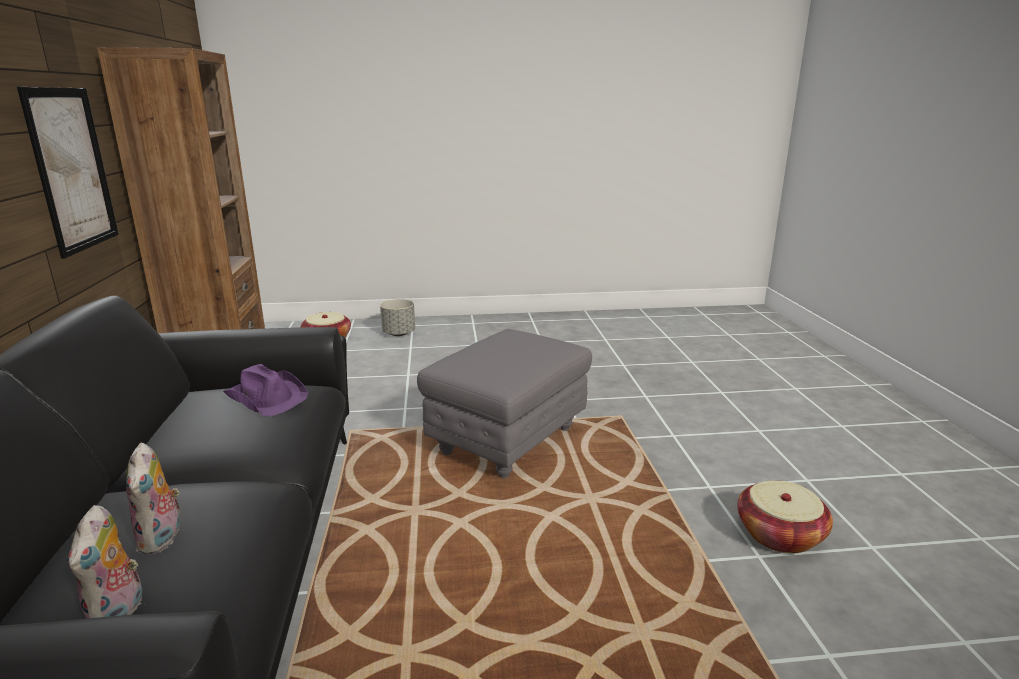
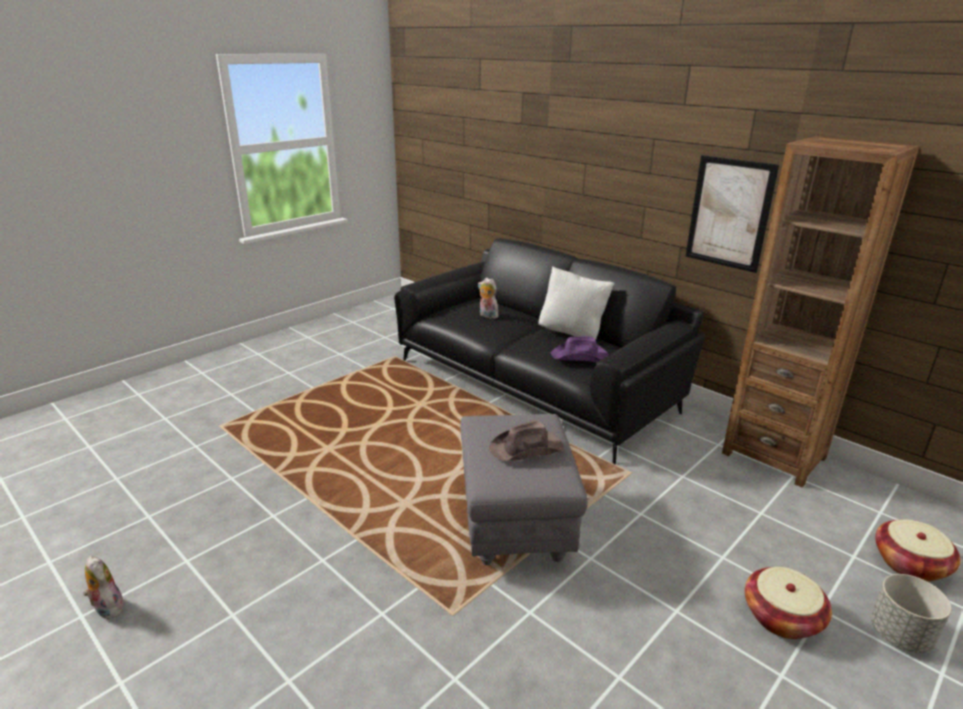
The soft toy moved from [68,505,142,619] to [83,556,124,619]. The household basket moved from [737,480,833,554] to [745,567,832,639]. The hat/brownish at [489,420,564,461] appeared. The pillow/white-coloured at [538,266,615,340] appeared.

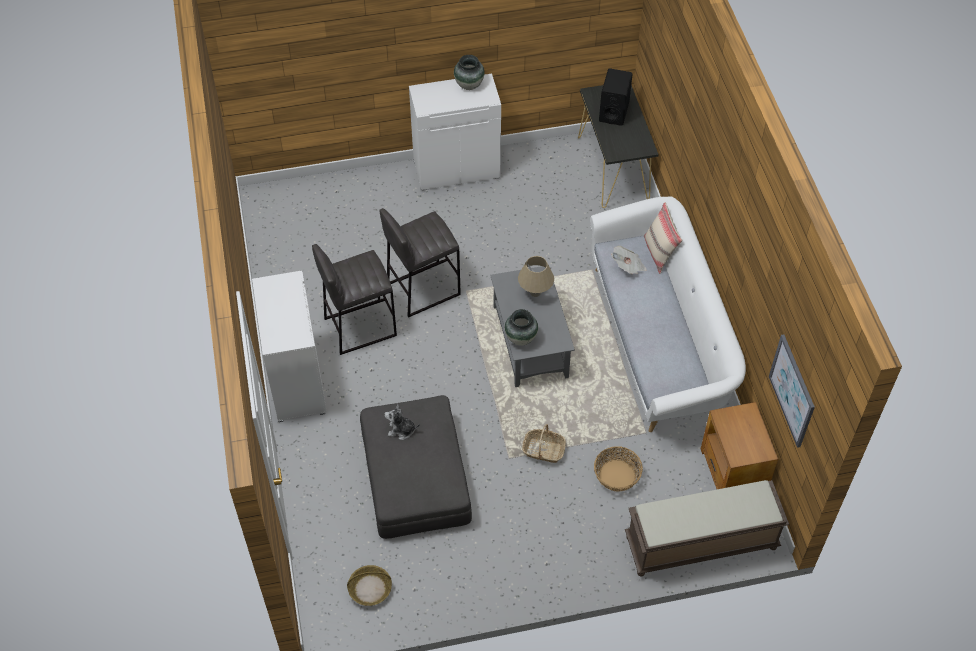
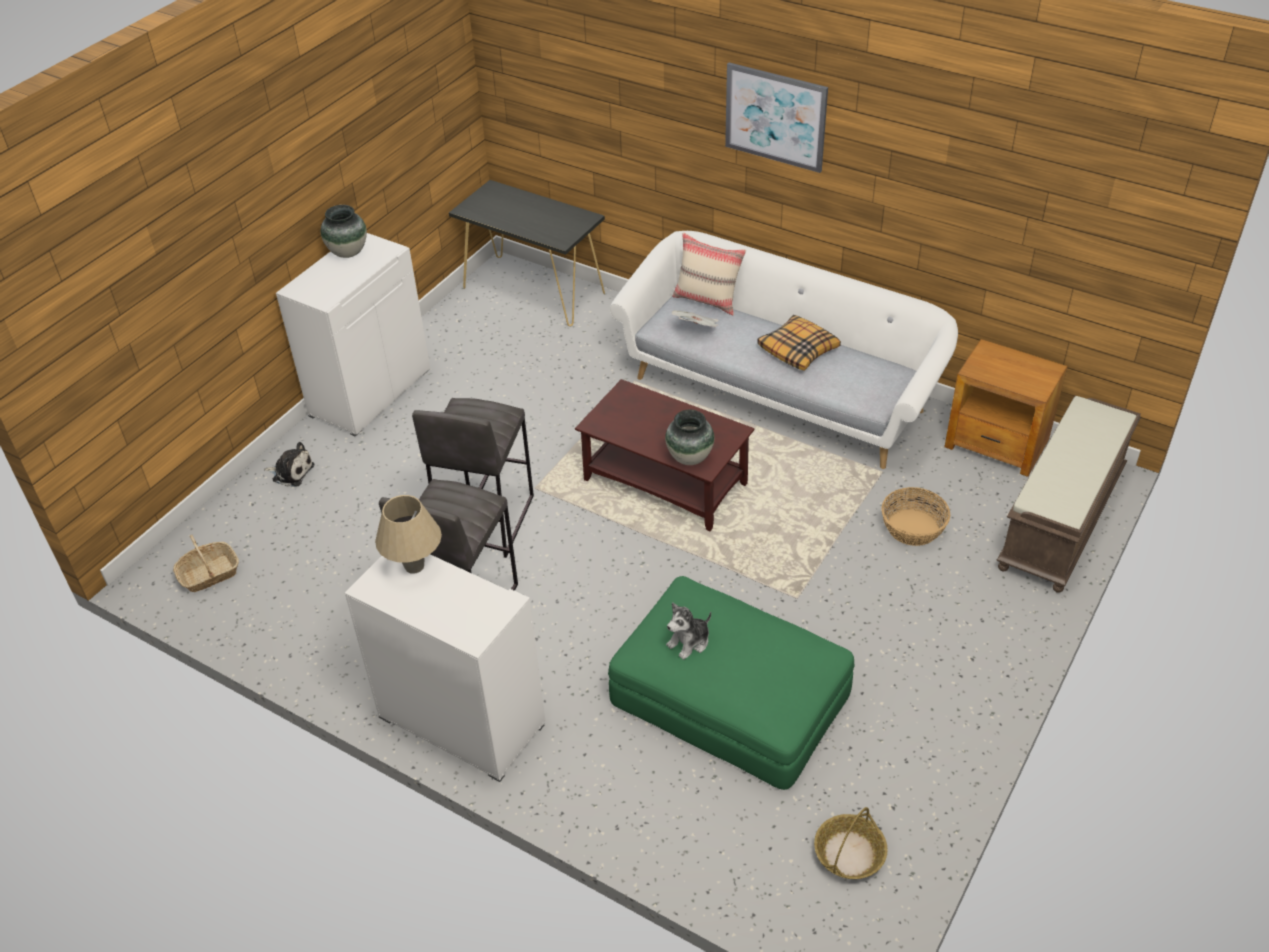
The footrest/greyish at [360,395,472,539] became the footrest/green at [608,576,855,790]. The low table/greyish at [490,266,575,387] became the low table/brownish at [575,379,754,531]. The table lamp/beige-coloured moved from [518,256,554,297] to [375,495,442,574]. The household basket moved from [522,424,566,463] to [173,535,239,592]. The audio speaker/black-coloured at [599,68,633,126] disappeared. The wall picture moved from [769,334,815,448] to [725,63,828,173]. The soft toy at [264,442,314,487] appeared. The pillow at [757,315,841,371] appeared.

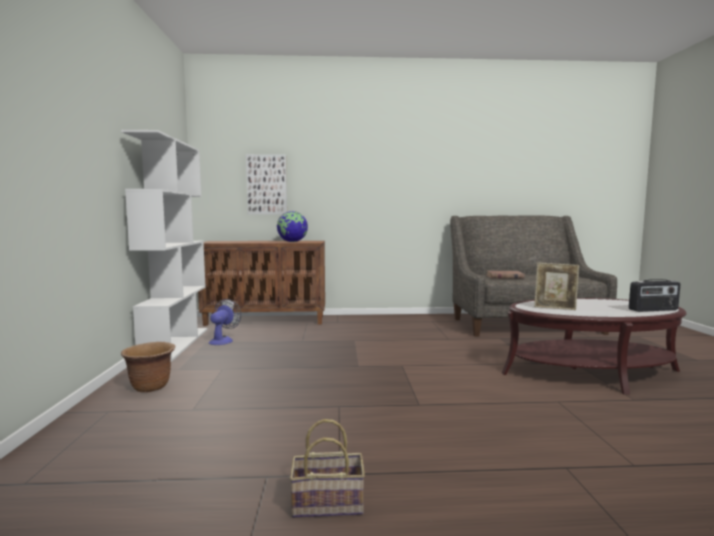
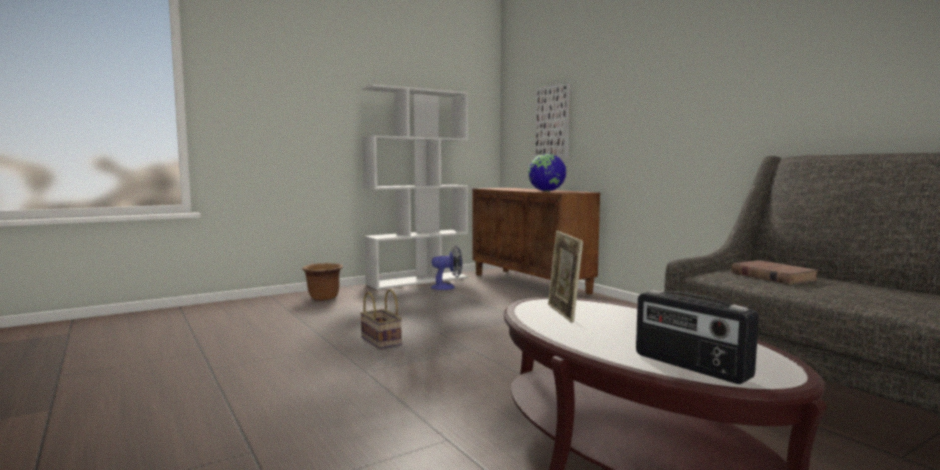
The household basket moved from [290,419,365,518] to [360,289,402,349].

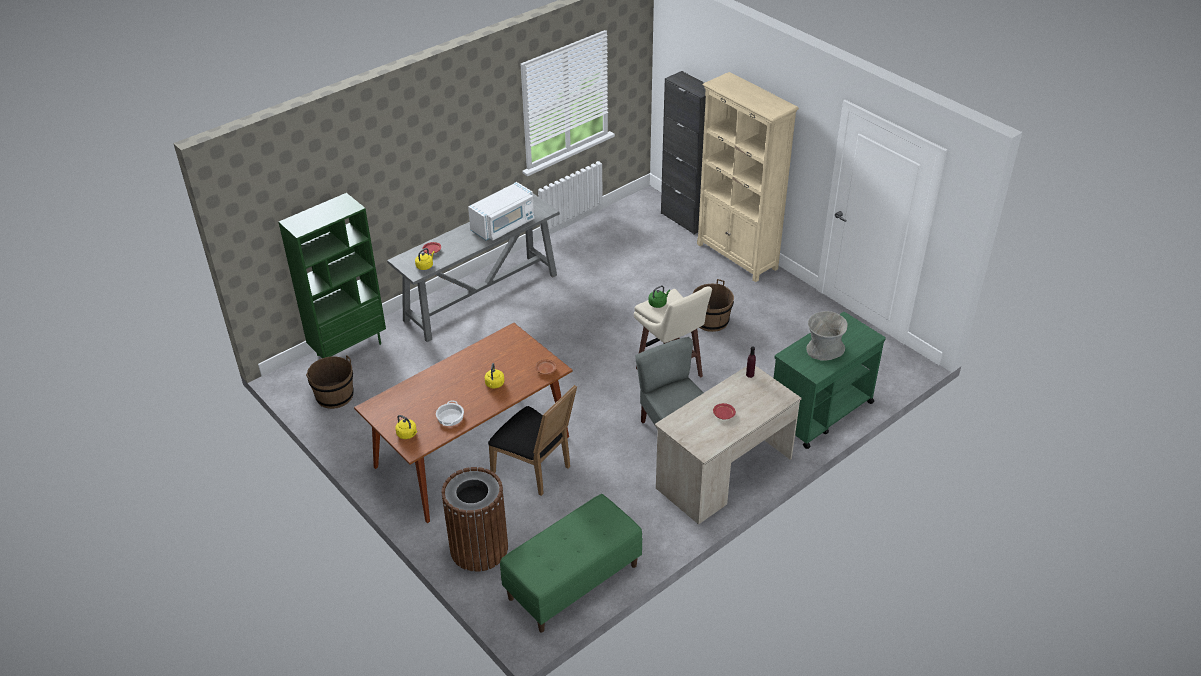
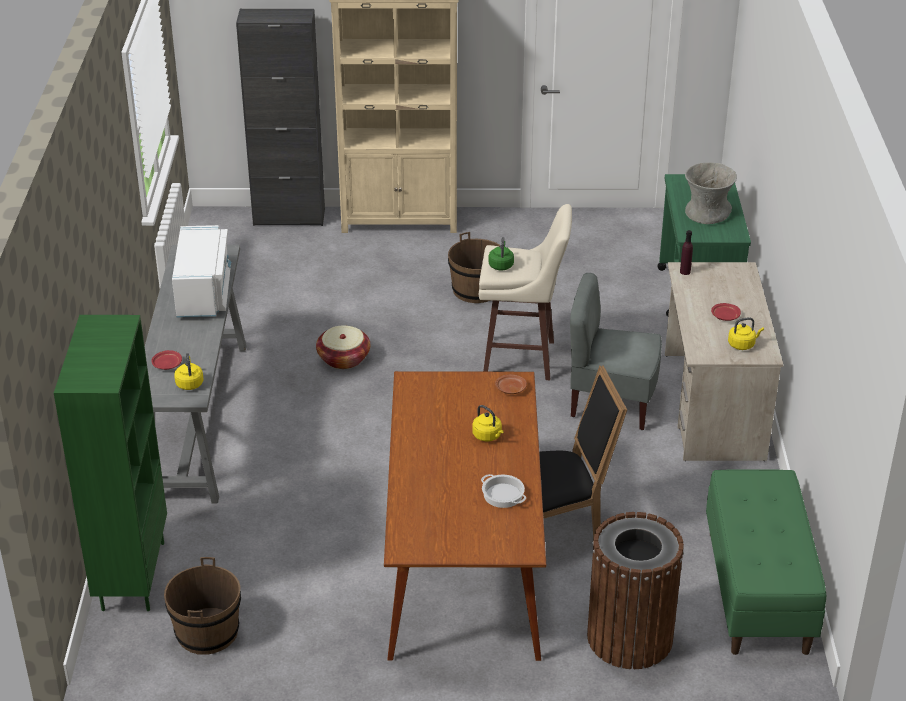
The tea kettle/yellowish moved from [395,415,417,439] to [728,317,764,350]. The household basket at [316,325,370,369] appeared.

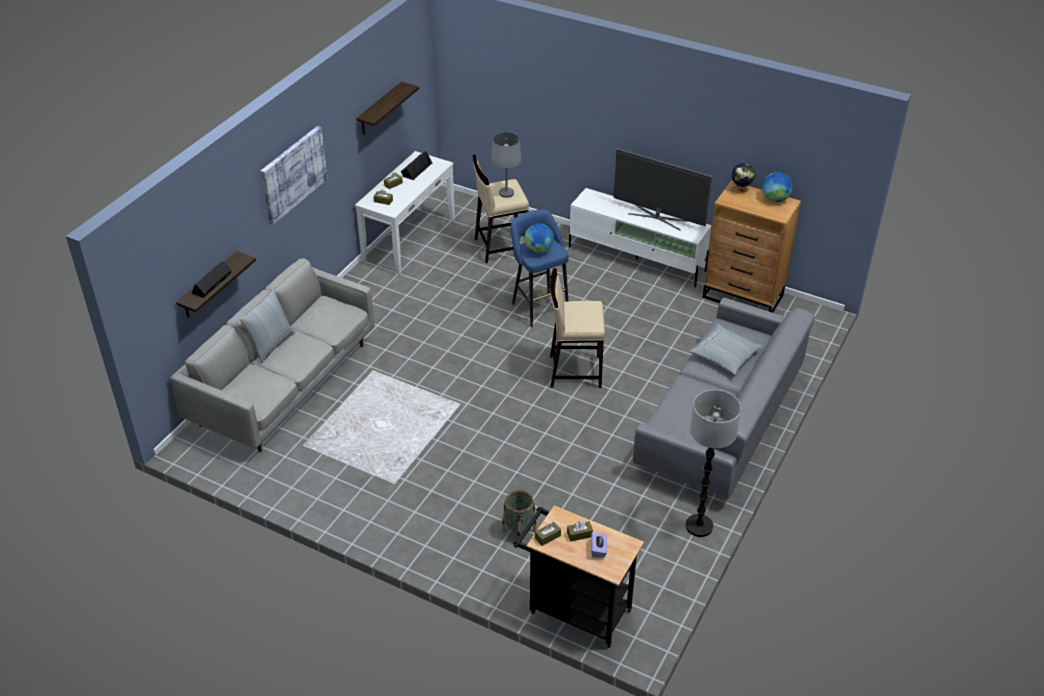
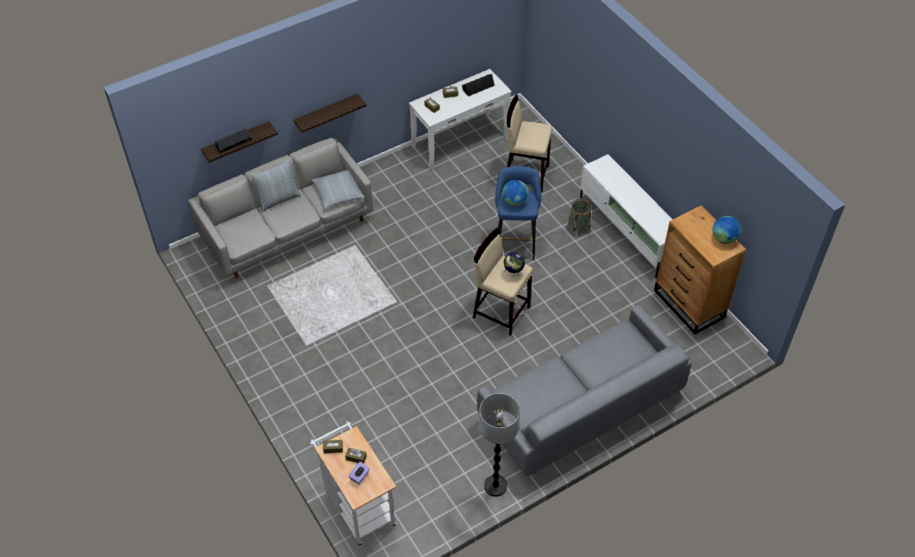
The wall picture at [261,126,328,225] disappeared. The wall shelf moved from [356,82,419,134] to [293,94,367,133]. The table lamp/greyish at [491,132,522,198] disappeared. The household basket moved from [502,490,537,540] to [568,199,592,236]. The wheeled cart/black-coloured at [513,505,644,648] became the wheeled cart/white-coloured at [310,421,397,546]. The TV at [613,148,712,231] disappeared. The pillow moved from [689,324,762,375] to [311,170,364,209]. The world globe moved from [731,163,755,192] to [504,252,525,276].

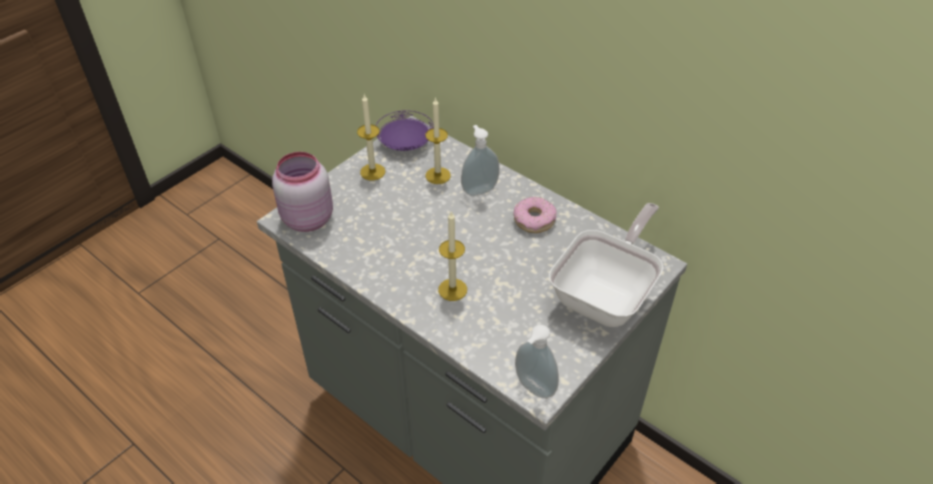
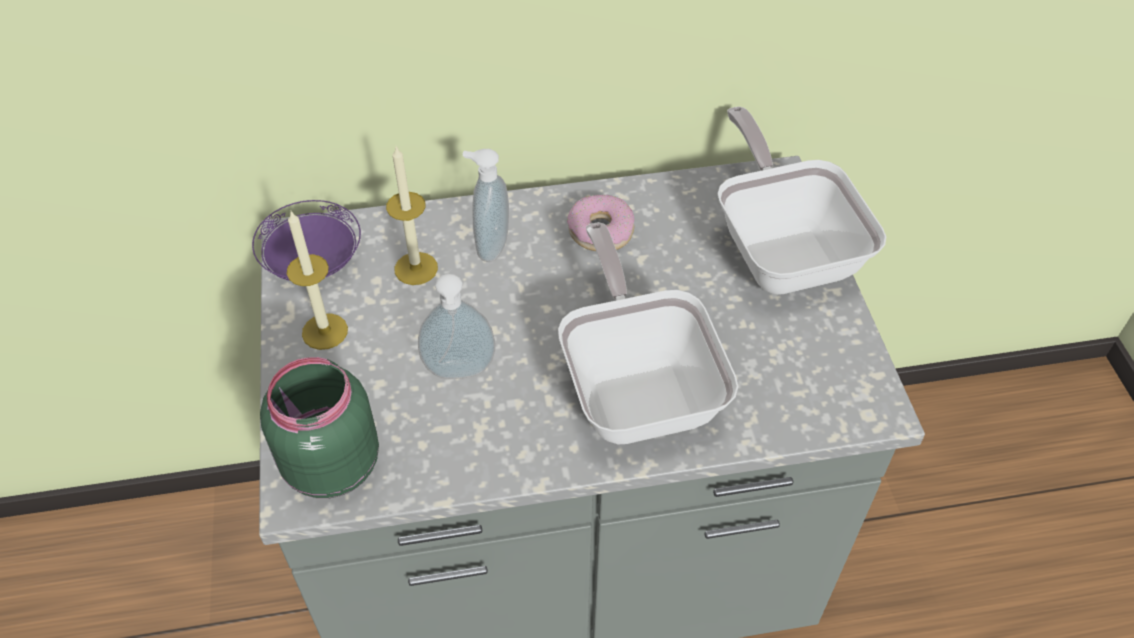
The preserve jar/pinkish at [272,152,333,232] became the preserve jar/green at [260,357,379,498]. The wax light at [438,211,467,301] was replaced by the frying pan at [558,222,738,444]. The soap dispenser moved from [515,325,559,399] to [418,274,495,379].

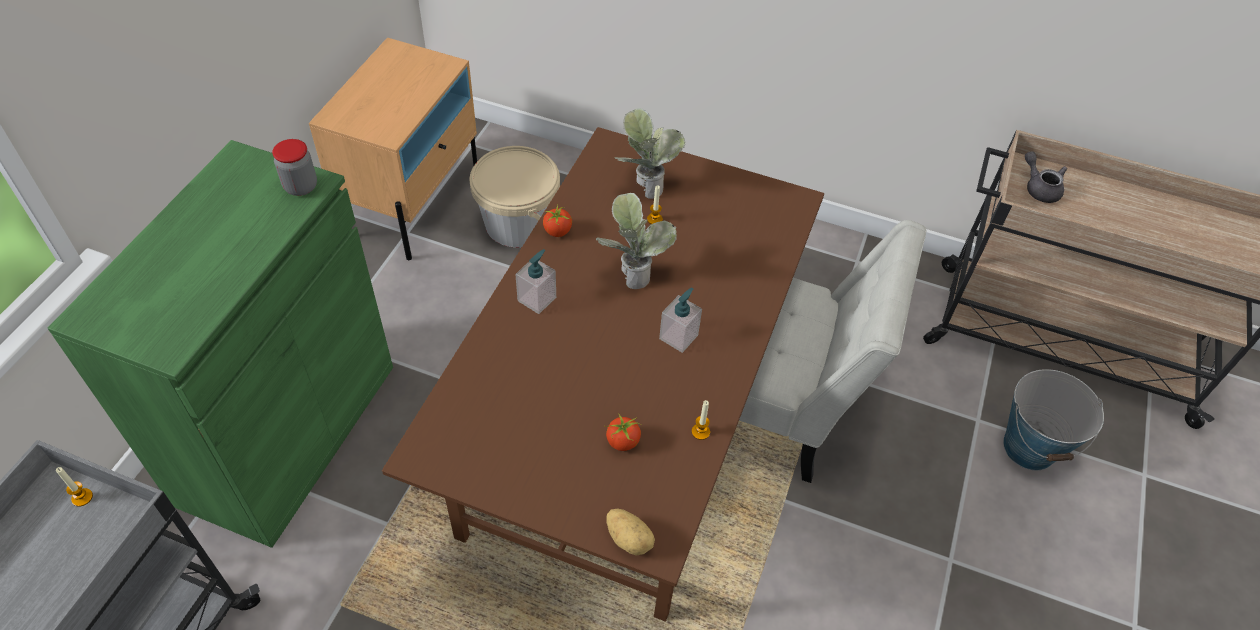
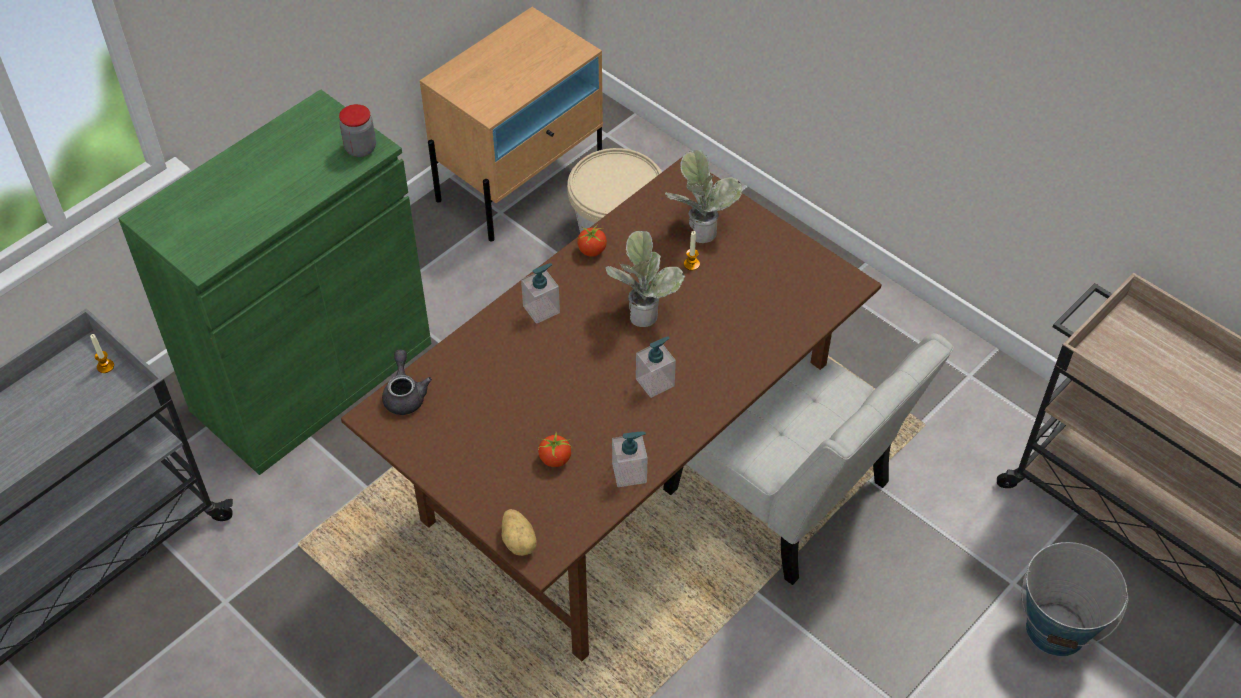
The wax light at [692,400,710,440] was replaced by the soap dispenser at [612,432,648,487]. The pot for tea/greyish moved from [1025,152,1067,203] to [382,349,432,415].

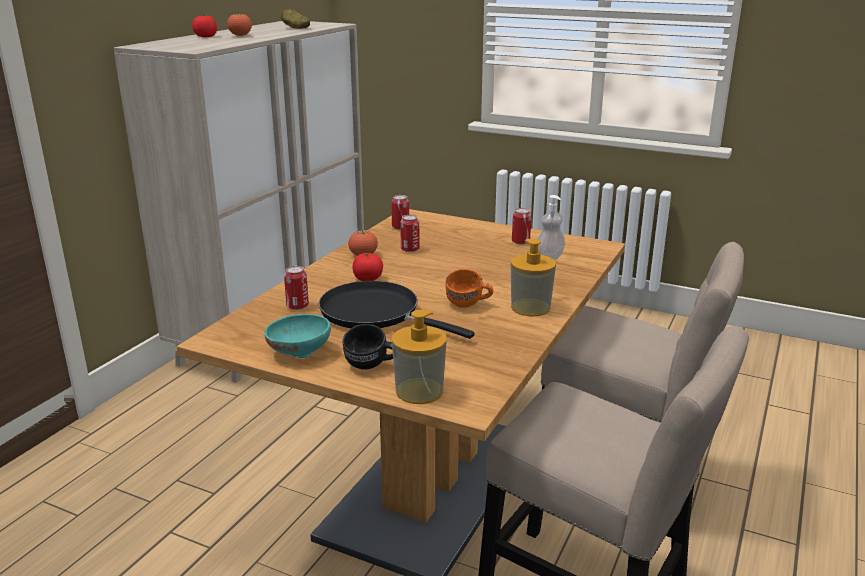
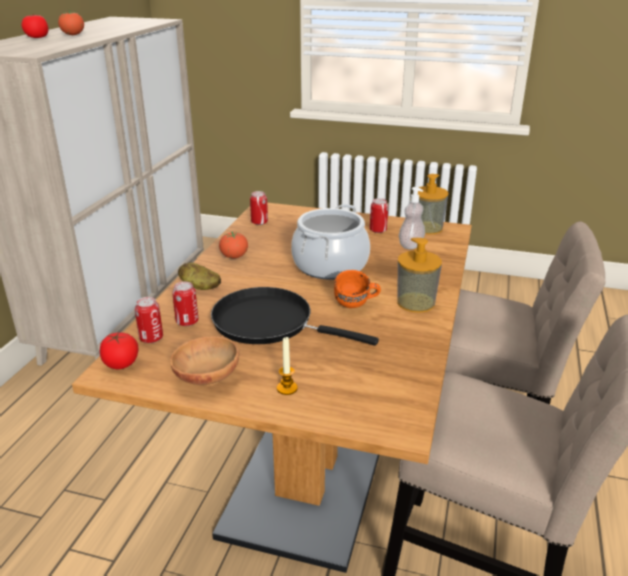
The deep dish/turquoise at [264,314,331,358] became the deep dish/brownish at [170,336,239,386]. The potato moved from [281,9,310,29] to [178,263,221,290]. The tea mug/black-coloured at [343,324,393,369] was replaced by the wax light at [277,337,298,395]. The whole tomato moved from [352,252,383,281] to [100,332,138,369]. The soap dispenser moved from [392,310,447,404] to [418,174,449,234]. The can moved from [400,215,420,252] to [135,297,163,343]. The saucepot at [291,204,370,280] appeared.

